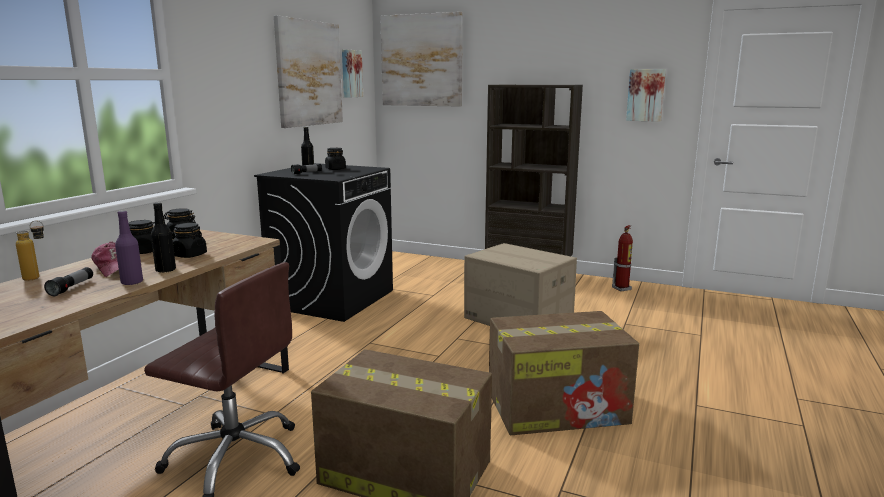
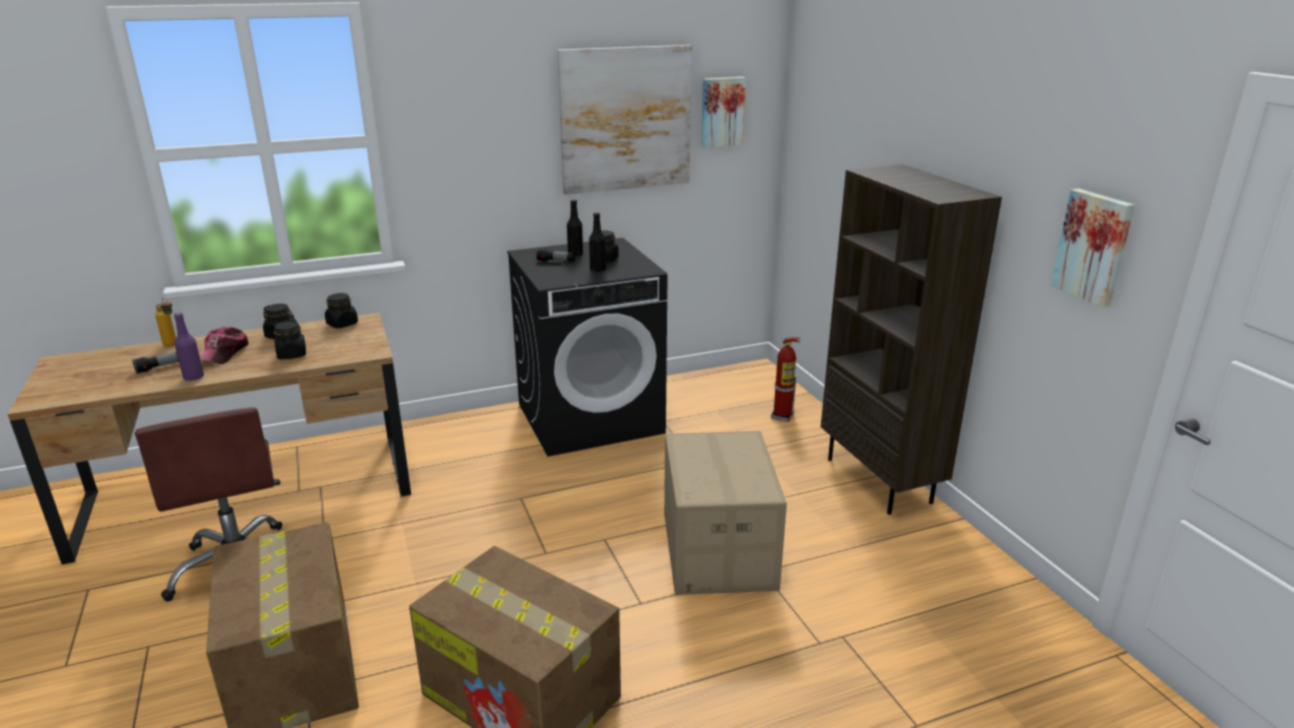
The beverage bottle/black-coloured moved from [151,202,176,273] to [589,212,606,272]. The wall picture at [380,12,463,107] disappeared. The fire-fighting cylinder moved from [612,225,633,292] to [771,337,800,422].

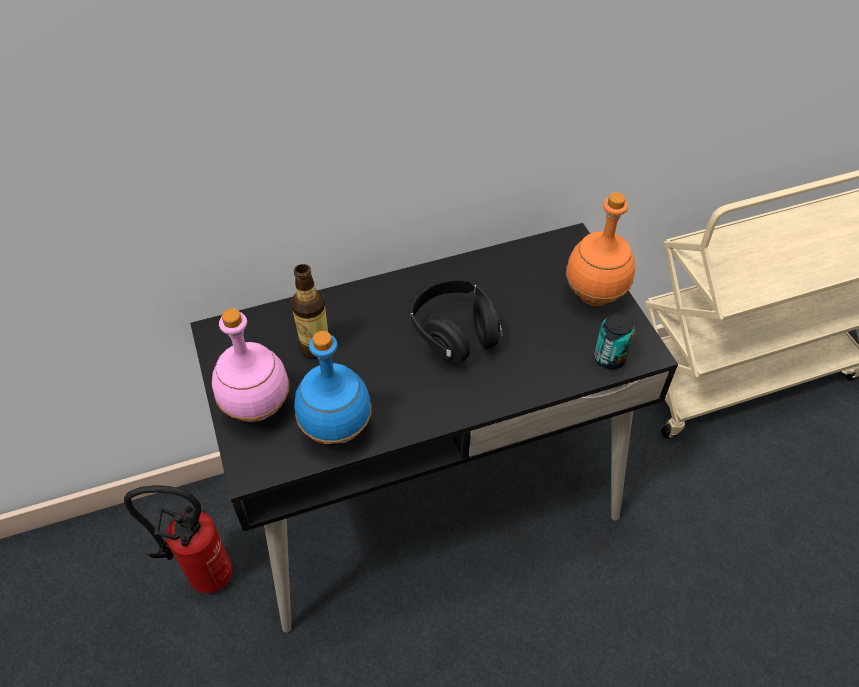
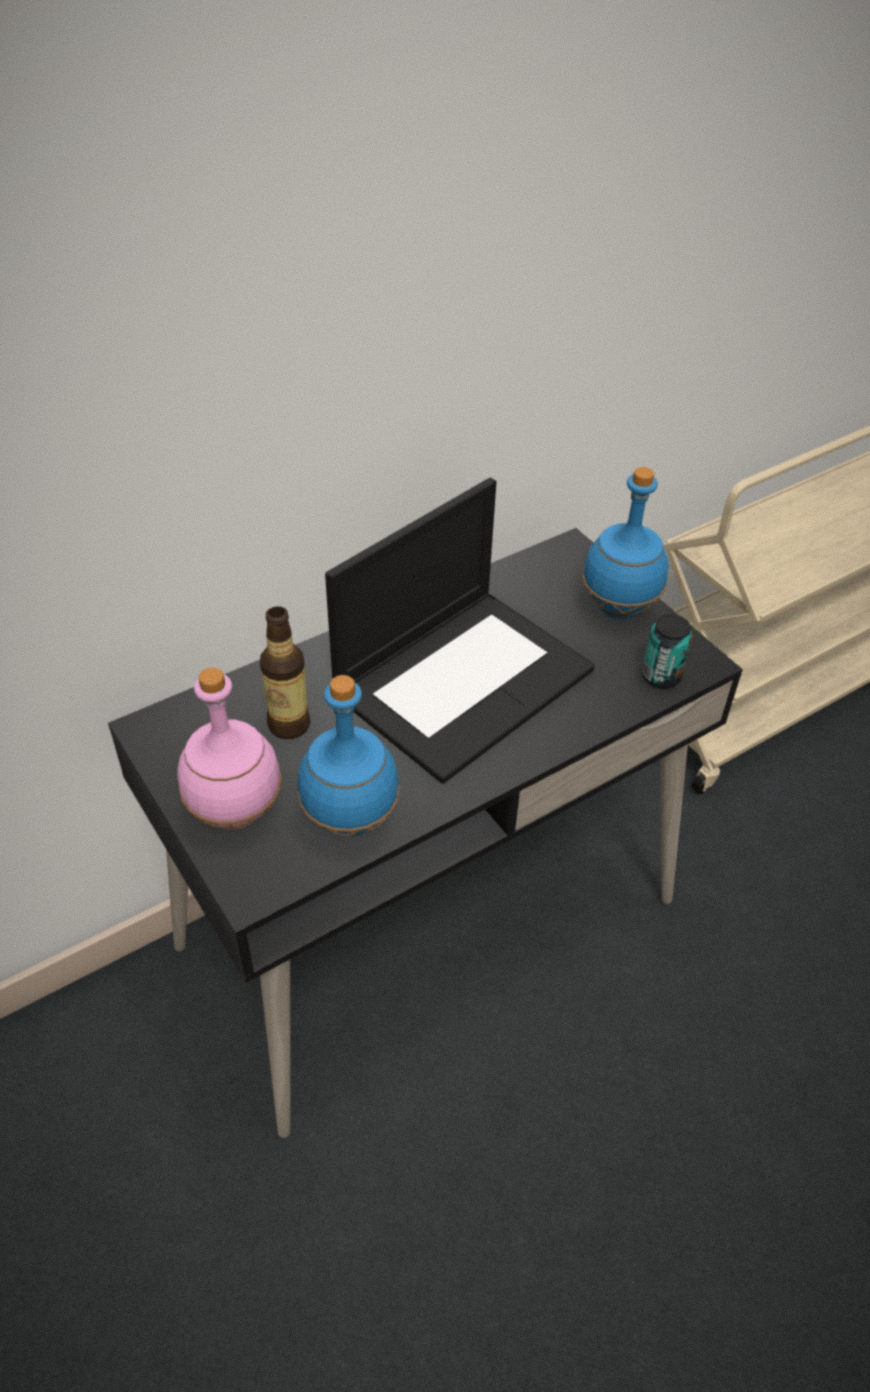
The fire-fighting cylinder at [124,485,233,593] disappeared. The headphones/black-coloured at [410,281,503,364] was replaced by the portable computer at [325,478,595,784]. The beverage bottle/orange-coloured at [566,193,635,306] became the beverage bottle/blue at [582,467,669,619].

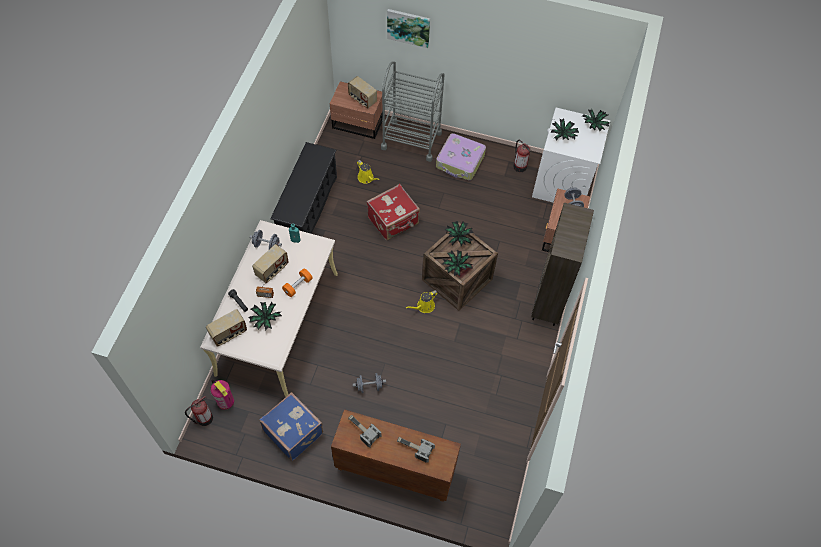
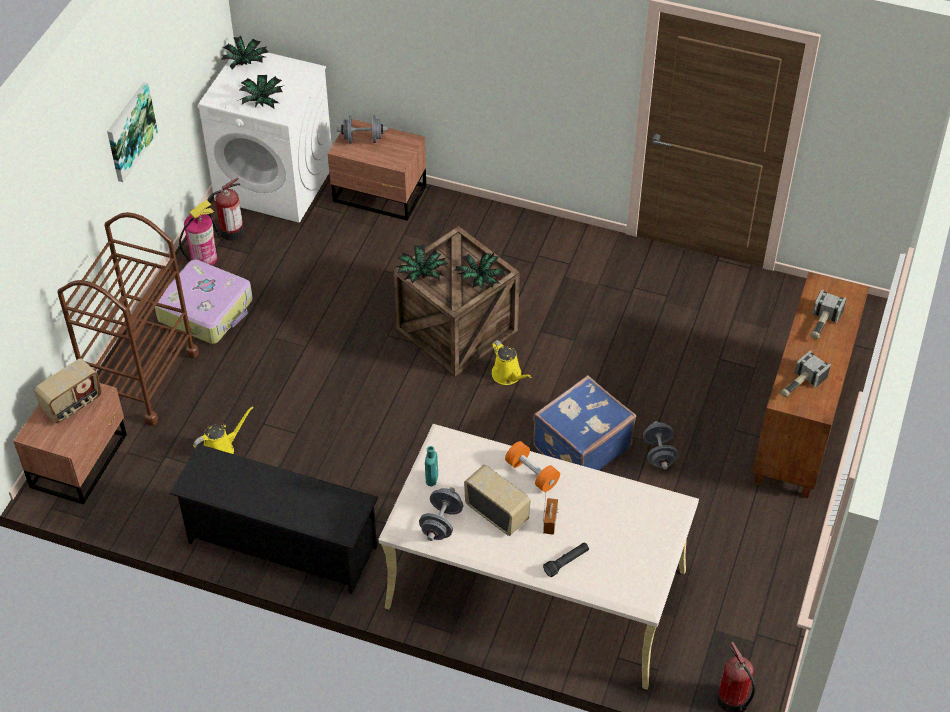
The radio at [206,309,247,347] disappeared. The fire-fighting cylinder moved from [210,380,234,410] to [179,200,217,265]. The potted plant at [248,302,282,331] disappeared. The suitcase/blue moved from [259,392,323,461] to [533,375,636,470]. The suitcase/reddish at [367,184,420,241] disappeared. The wheeled cart/greyish at [381,61,445,162] became the wheeled cart/brownish at [57,212,199,426]. The wall picture moved from [387,9,430,48] to [107,82,158,182]. The bookshelf/brownish at [531,203,594,326] disappeared.

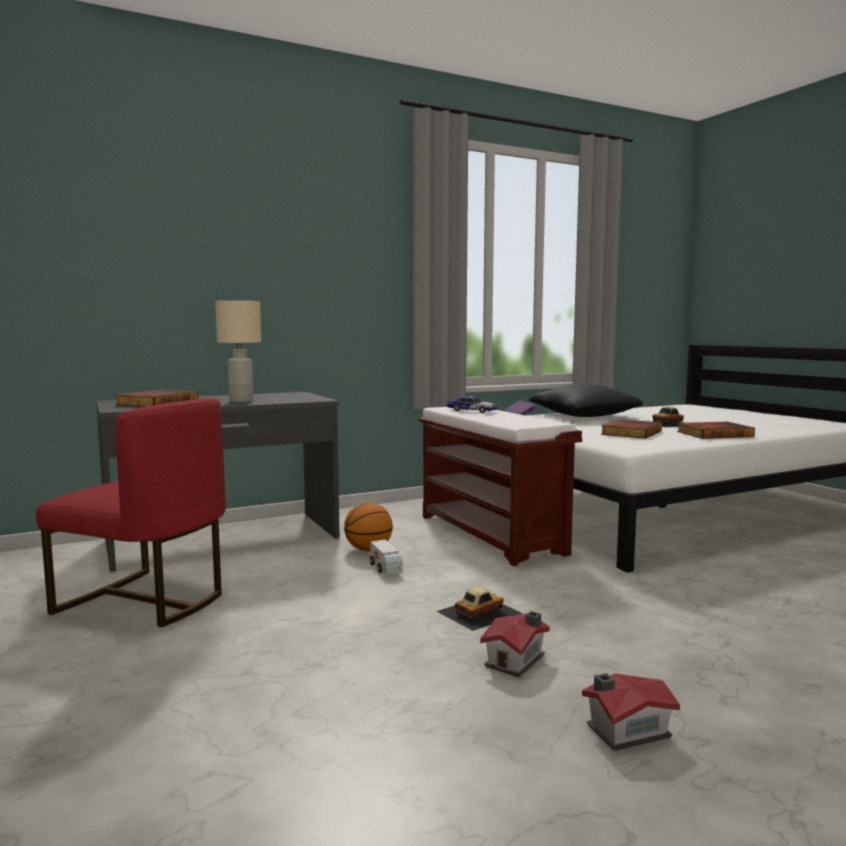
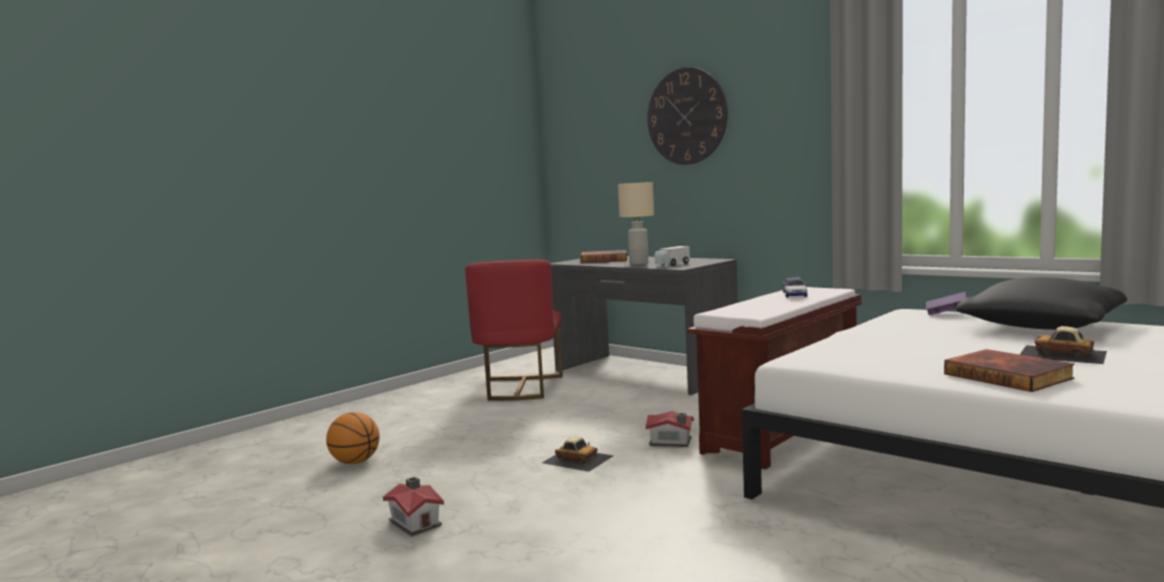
The basketball moved from [344,502,393,551] to [326,412,380,464]. The toy lorry moved from [370,539,402,575] to [655,246,690,266]. The model house moved from [480,611,550,677] to [646,411,694,447]. The bound book at [601,419,662,439] disappeared. The clock on the wall at [647,67,728,165] appeared.

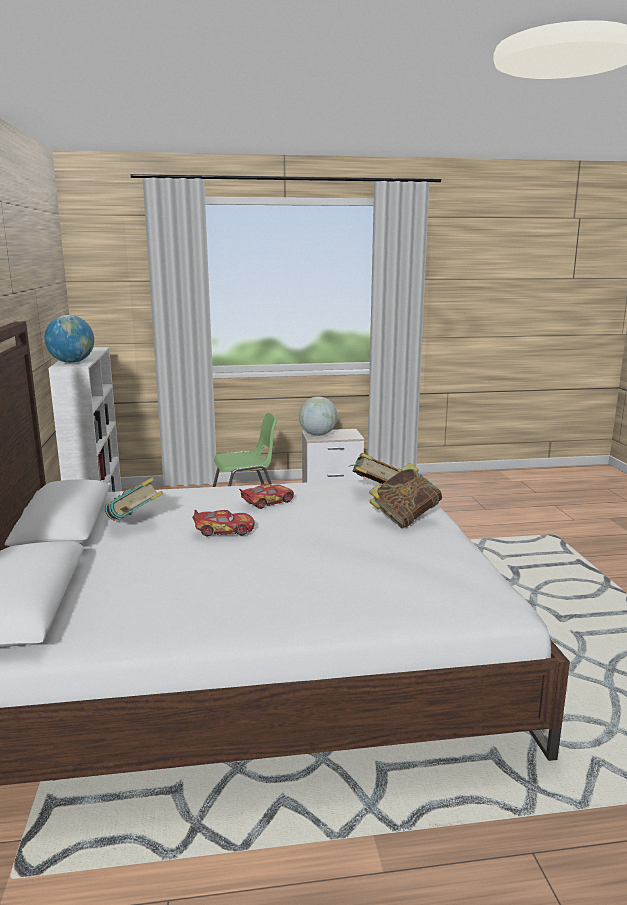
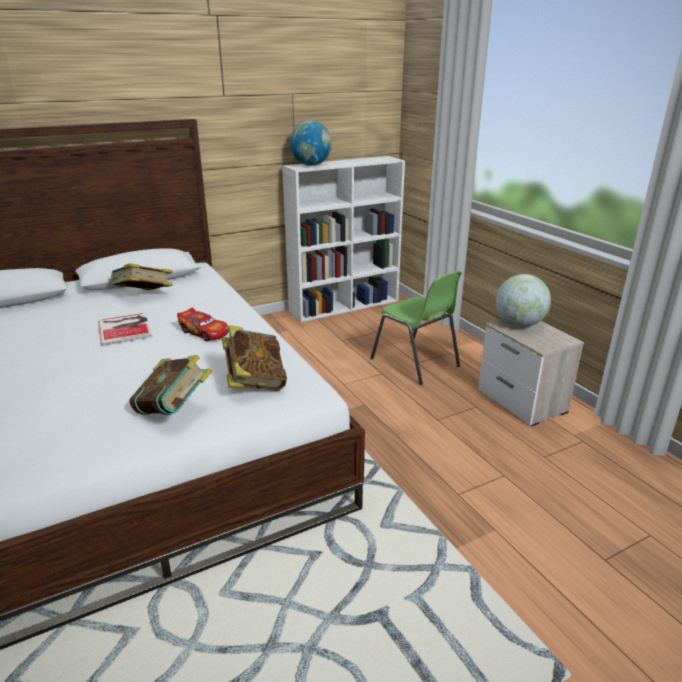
The miniature car at [192,510,254,536] was replaced by the bound book at [98,313,152,346].

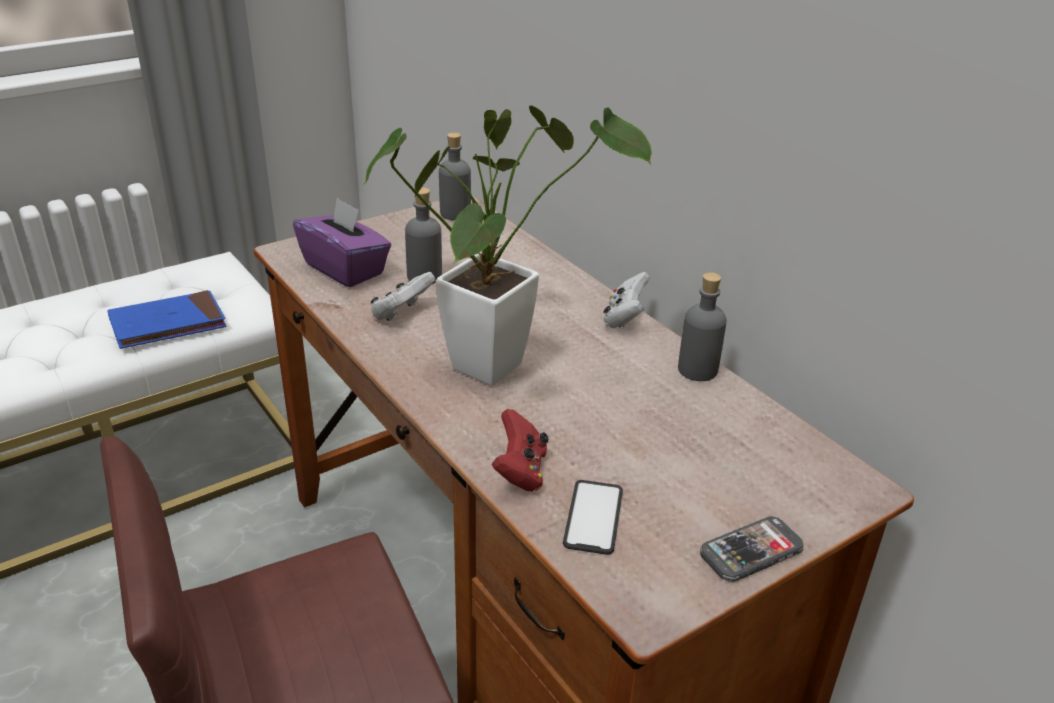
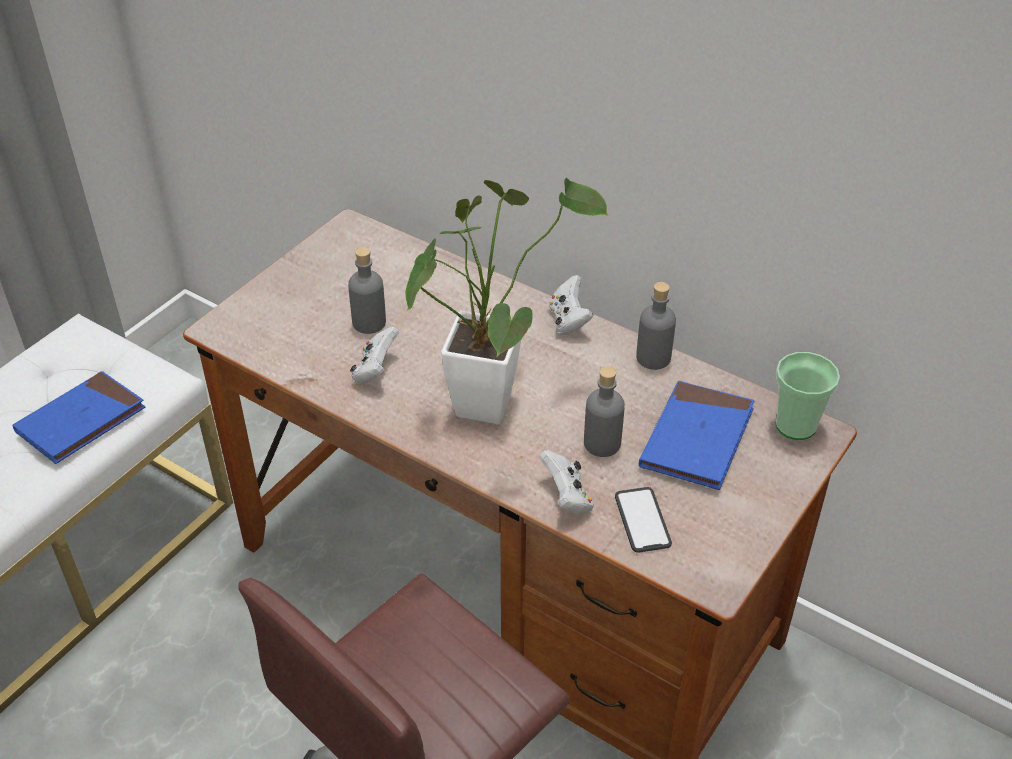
The tissue holder/purple-coloured at [293,197,391,287] disappeared. The beverage bottle/greyish moved from [439,132,471,220] to [584,366,625,457]. The gamepad/reddish at [492,409,548,492] became the gamepad/white-coloured at [539,450,594,514]. The telephone at [700,516,803,582] disappeared. The bound book/blue at [639,381,754,490] appeared. The cup at [776,352,840,440] appeared.

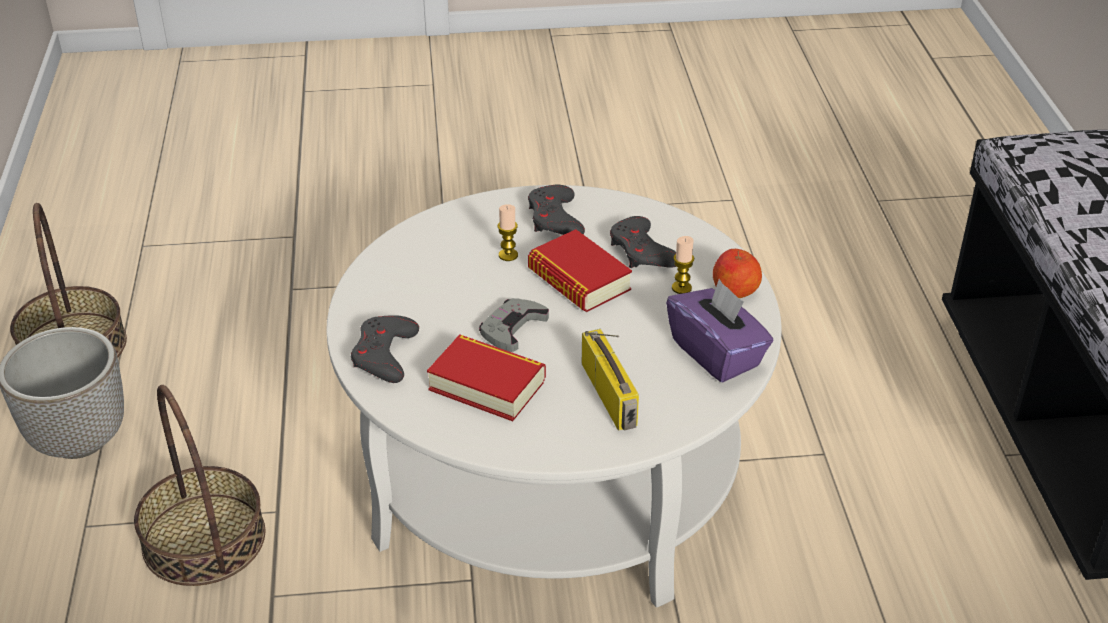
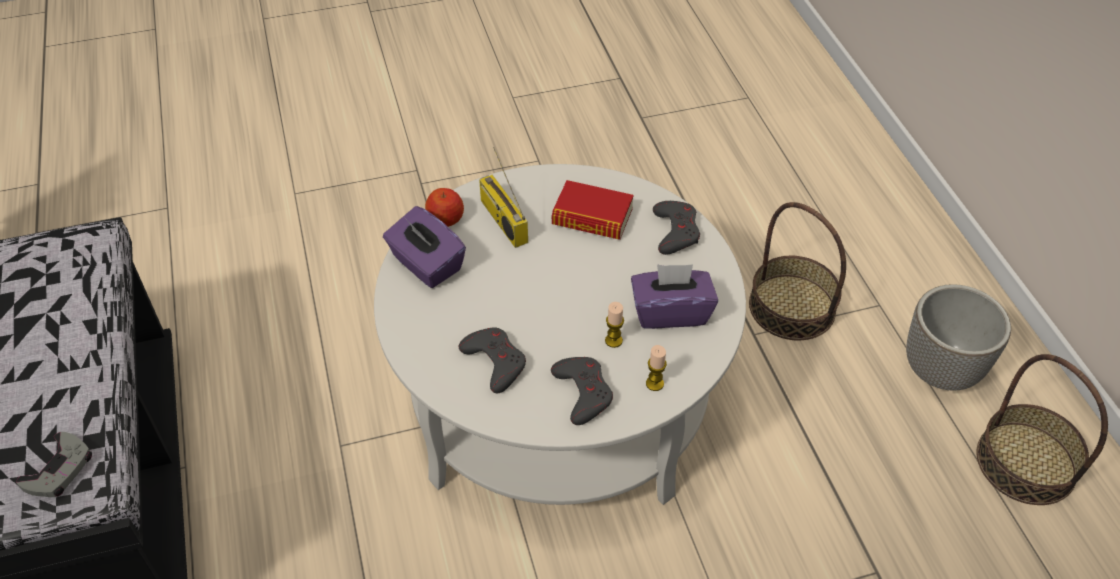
The gamepad/greyish moved from [479,298,549,352] to [16,432,92,497]. The bound book at [528,229,632,312] disappeared. The wax light moved from [672,236,694,294] to [646,345,667,391]. The whole apple moved from [713,249,762,298] to [425,188,464,227]. The tissue holder/purple-coloured at [631,264,718,329] appeared.

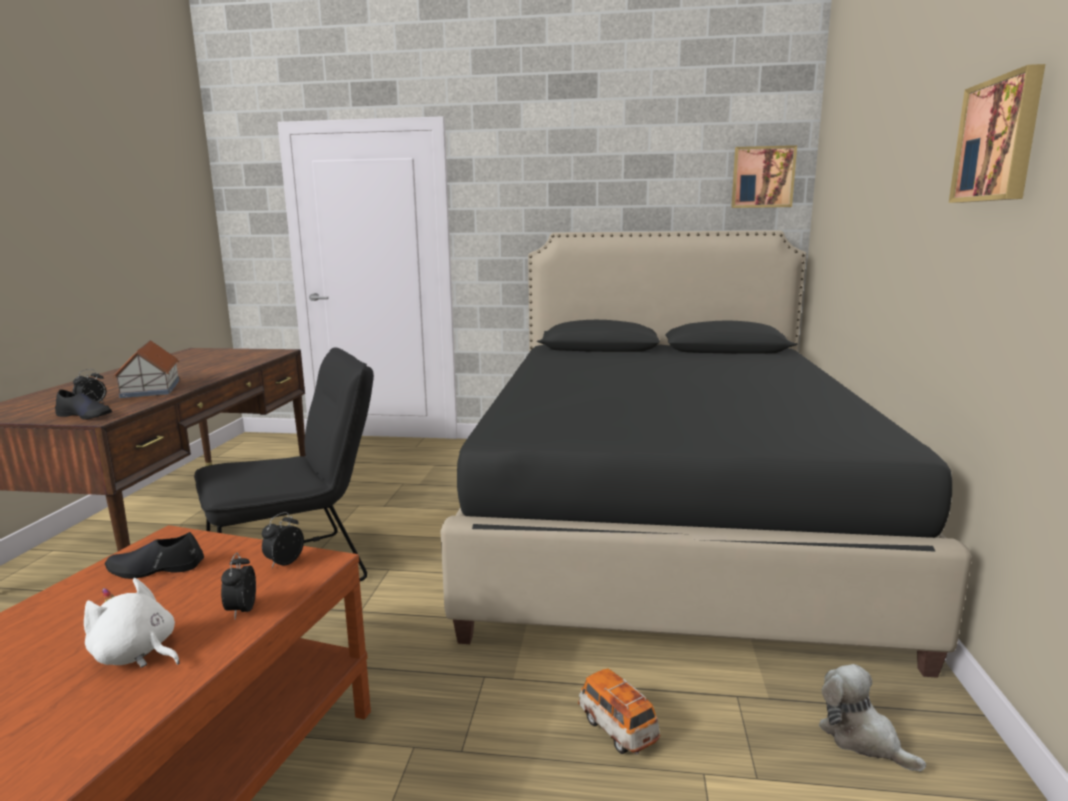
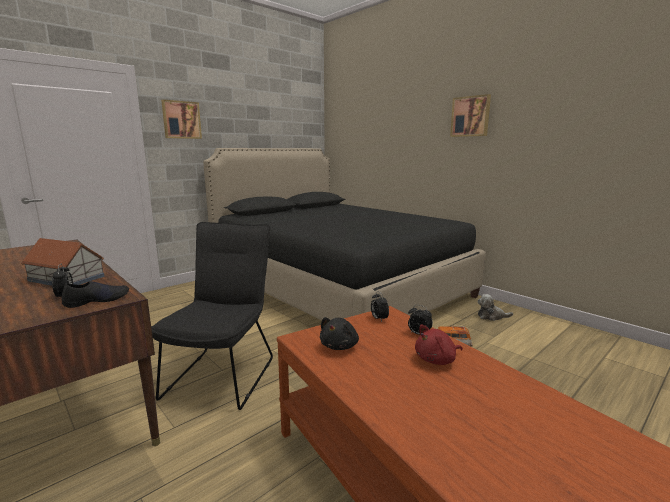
The soft toy/white-coloured at [84,578,180,668] became the soft toy/reddish at [415,325,463,365]. The item of footwear/black-coloured at [105,532,204,579] was replaced by the soft toy/black-coloured at [320,317,359,350]. The wall picture moved from [731,145,797,208] to [161,100,202,139].

